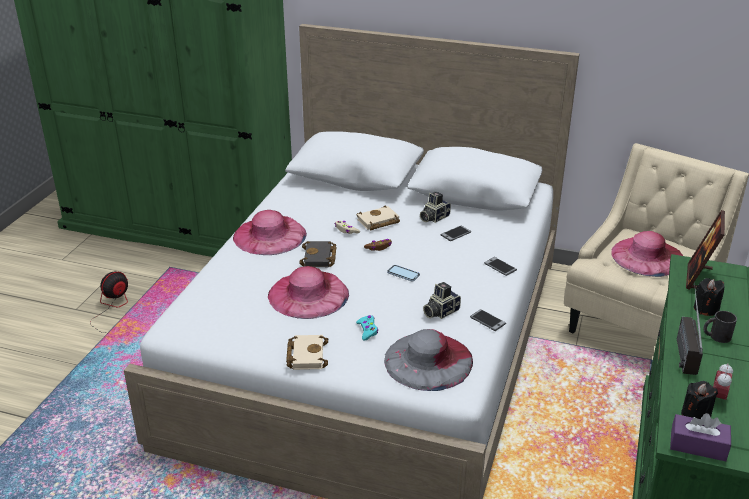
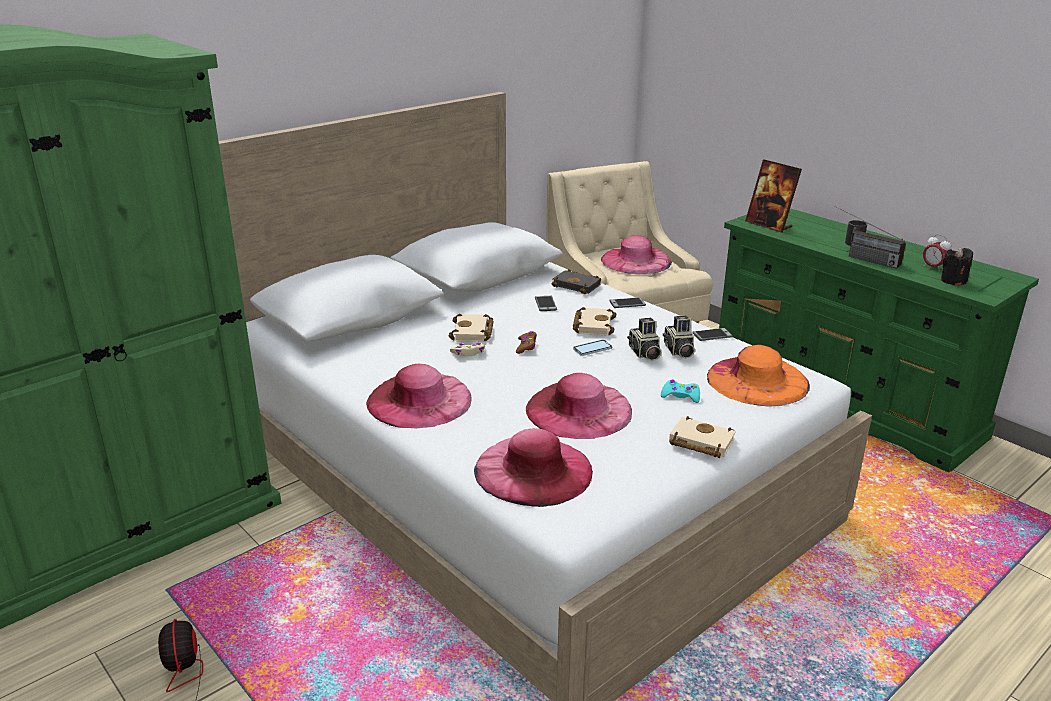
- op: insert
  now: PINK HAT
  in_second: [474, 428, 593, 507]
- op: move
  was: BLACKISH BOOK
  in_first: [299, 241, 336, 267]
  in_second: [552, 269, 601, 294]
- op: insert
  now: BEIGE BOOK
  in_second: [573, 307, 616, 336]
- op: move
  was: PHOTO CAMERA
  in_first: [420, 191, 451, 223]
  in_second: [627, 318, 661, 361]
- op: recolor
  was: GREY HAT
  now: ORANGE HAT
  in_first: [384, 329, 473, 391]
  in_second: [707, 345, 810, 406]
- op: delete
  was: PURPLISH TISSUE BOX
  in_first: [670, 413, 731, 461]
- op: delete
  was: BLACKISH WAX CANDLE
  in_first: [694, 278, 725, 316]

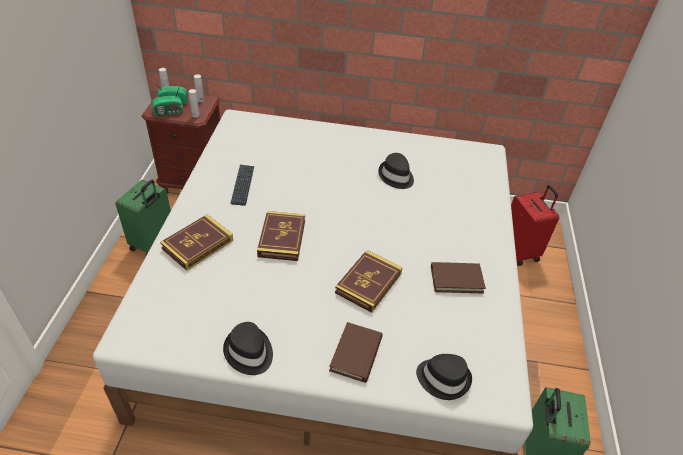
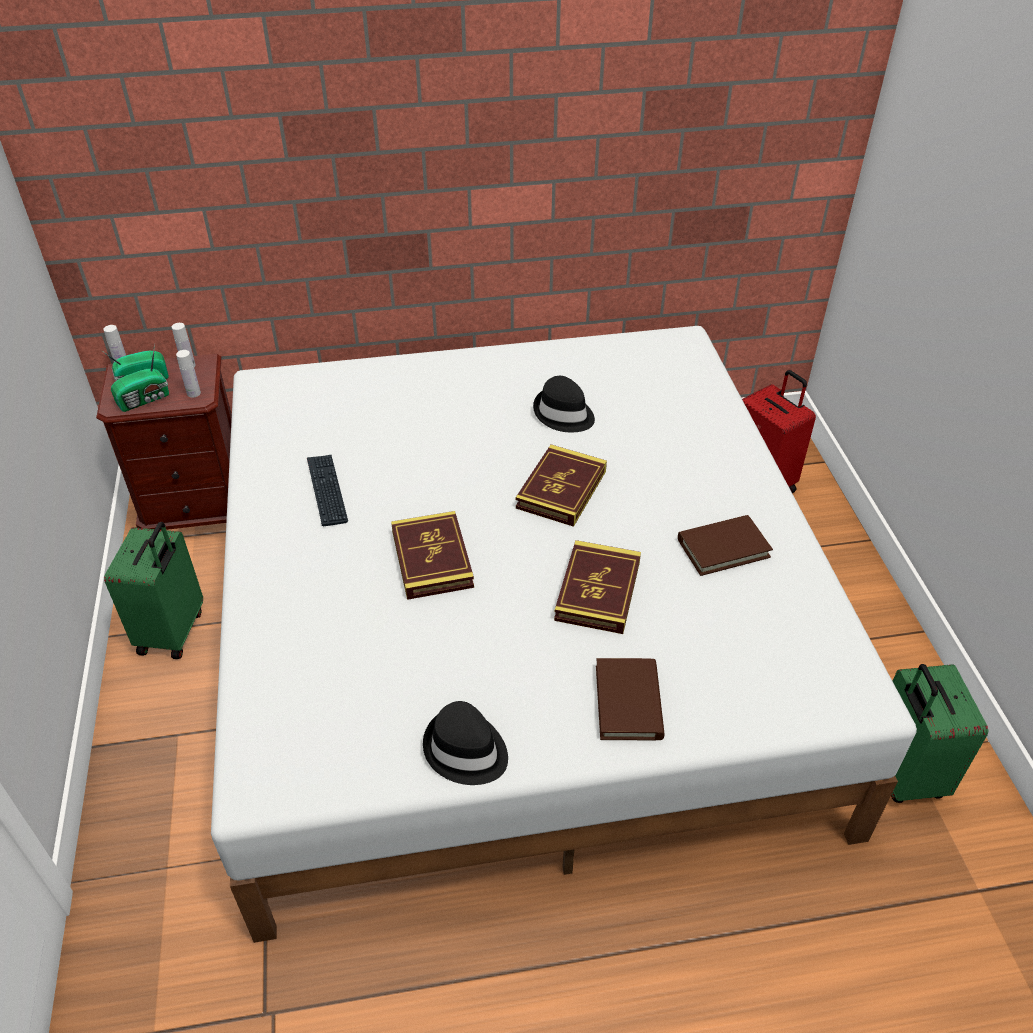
- op: move
  was: BOOK
  in_first: [160, 214, 233, 271]
  in_second: [516, 445, 607, 527]
- op: delete
  was: BLACKISH HAT
  in_first: [416, 354, 472, 400]

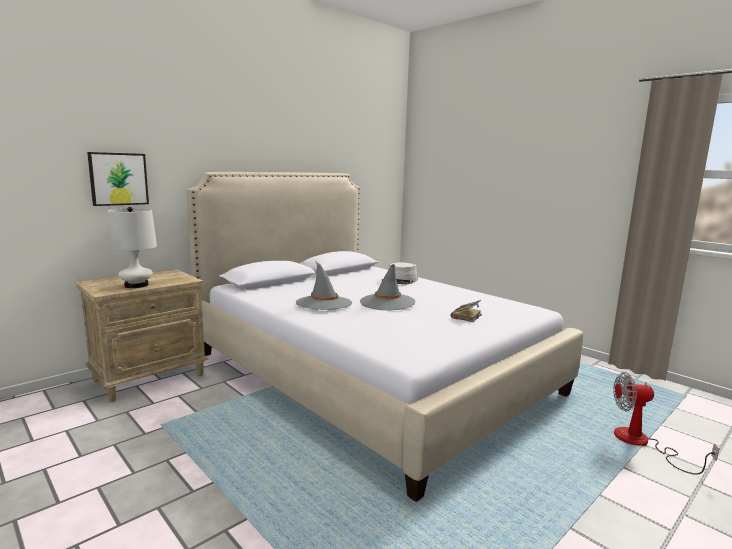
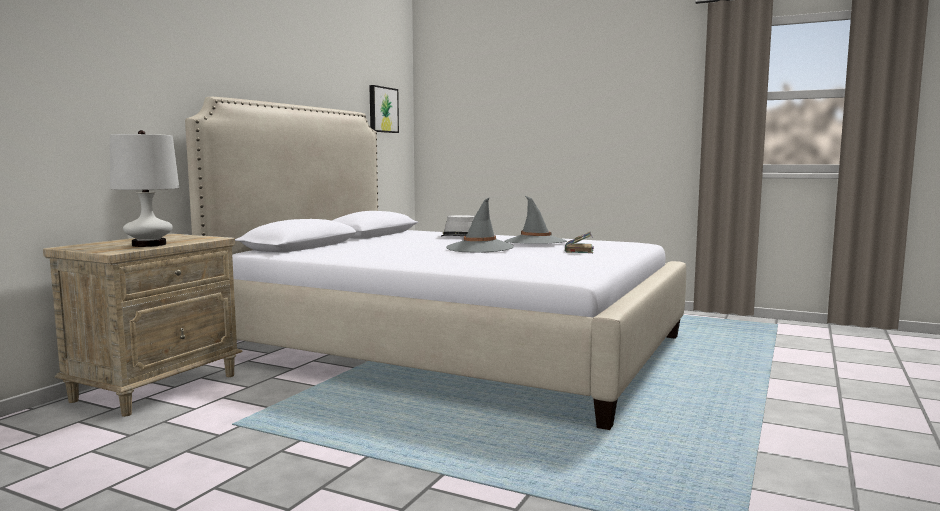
- op: move
  was: WALL ART
  in_first: [87, 152, 149, 206]
  in_second: [369, 85, 399, 133]
- op: move
  was: GREY HAT
  in_first: [296, 261, 352, 310]
  in_second: [505, 195, 567, 244]
- op: delete
  was: COOLING FAN
  in_first: [613, 372, 719, 475]

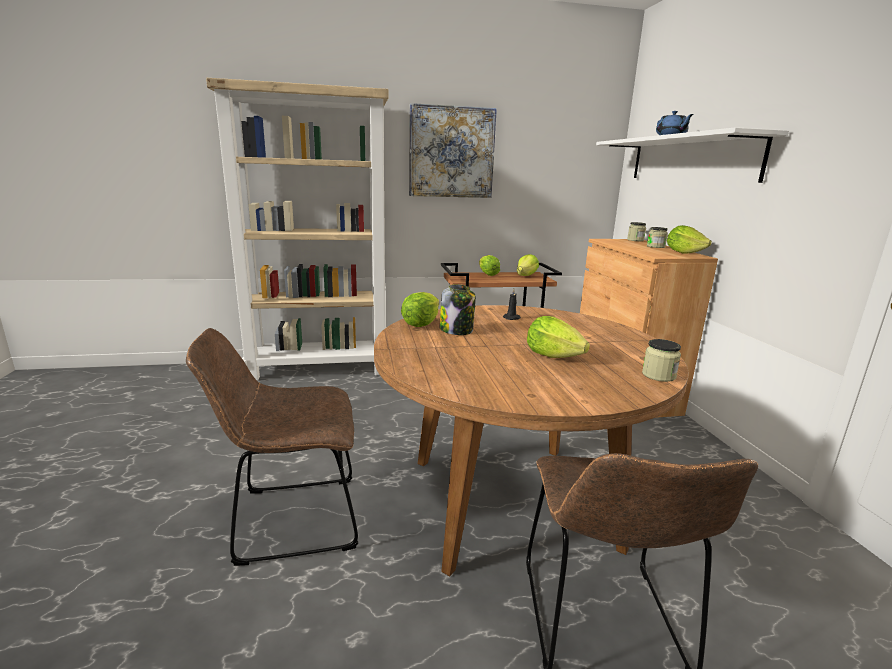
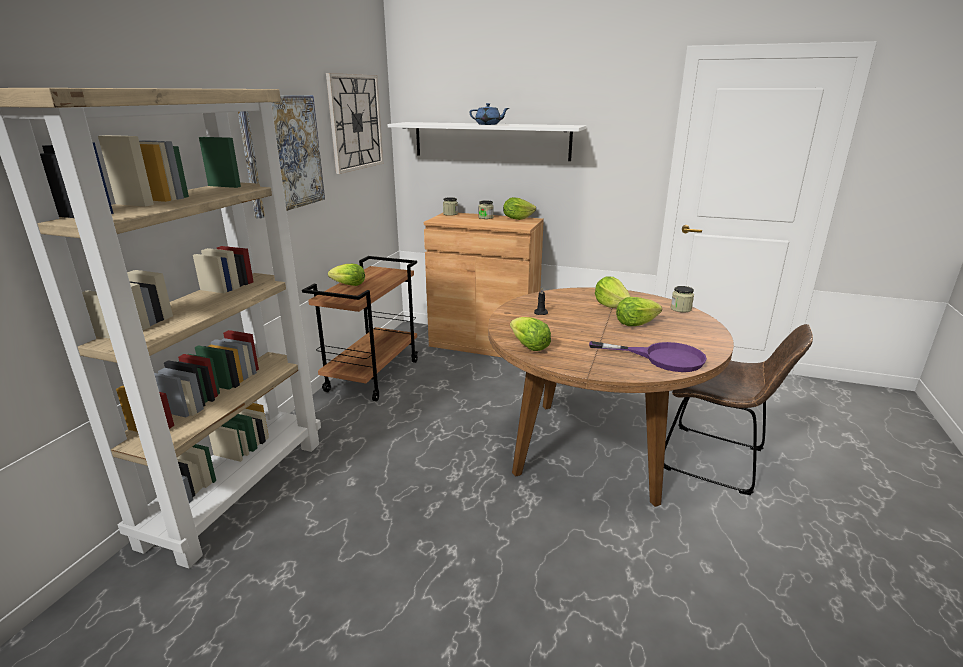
- op: insert
  now: CLOCK ON THE WALL
  in_second: [326, 73, 383, 174]
- op: insert
  now: PURPLISH SKILLET
  in_second: [589, 341, 707, 372]
- op: move
  was: HEAD OF LETTUCE
  in_first: [517, 254, 539, 276]
  in_second: [595, 277, 631, 308]
- op: delete
  was: BROWN-COLOURED PLAIN CHAIR
  in_first: [186, 328, 358, 566]
- op: delete
  was: STORAGE JAR
  in_first: [439, 284, 476, 335]

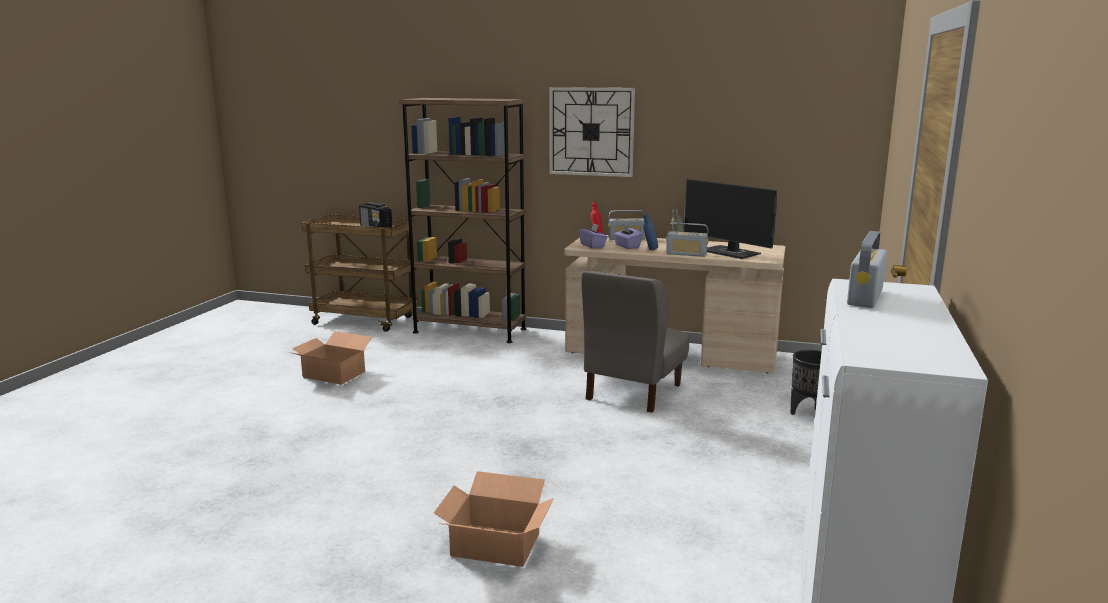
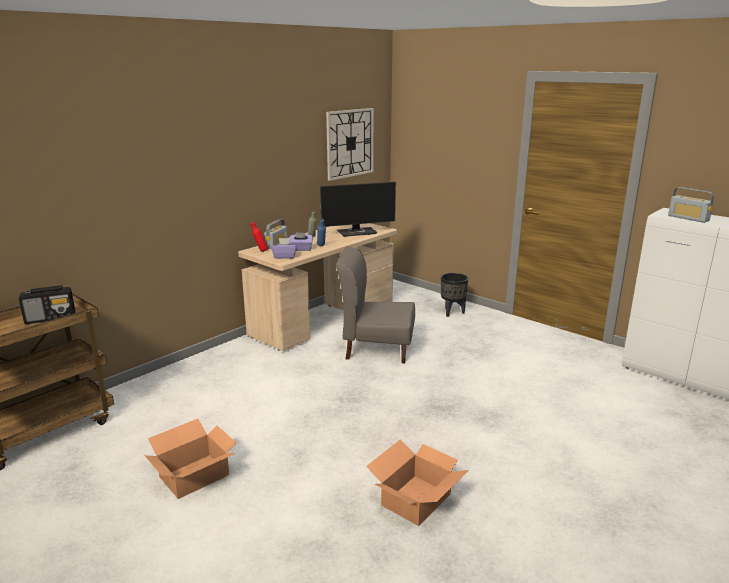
- op: move
  was: CLOCK ON THE WALL
  in_first: [549, 87, 635, 177]
  in_second: [326, 108, 374, 181]
- op: rotate
  was: GREY PLAIN CHAIR
  in_first: [581, 270, 689, 413]
  in_second: [336, 246, 415, 363]
  clockwise: 135
- op: move
  was: CARDBOARD BOX
  in_first: [434, 471, 554, 567]
  in_second: [366, 439, 469, 526]
- op: delete
  was: BROWN-COLOURED SHELVING UNIT
  in_first: [399, 98, 526, 343]
- op: delete
  was: RADIO
  in_first: [666, 223, 708, 257]

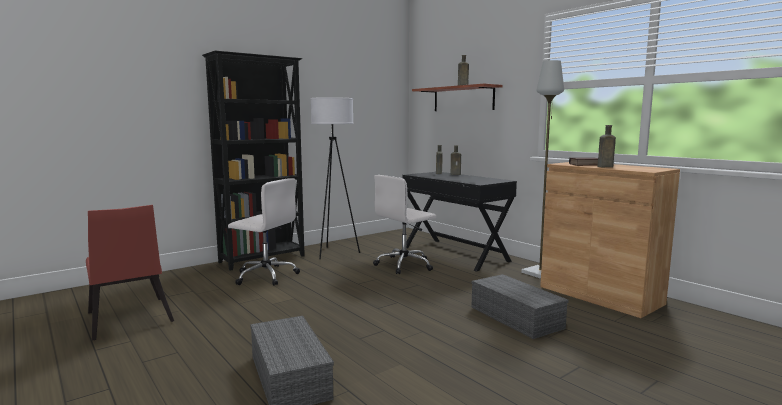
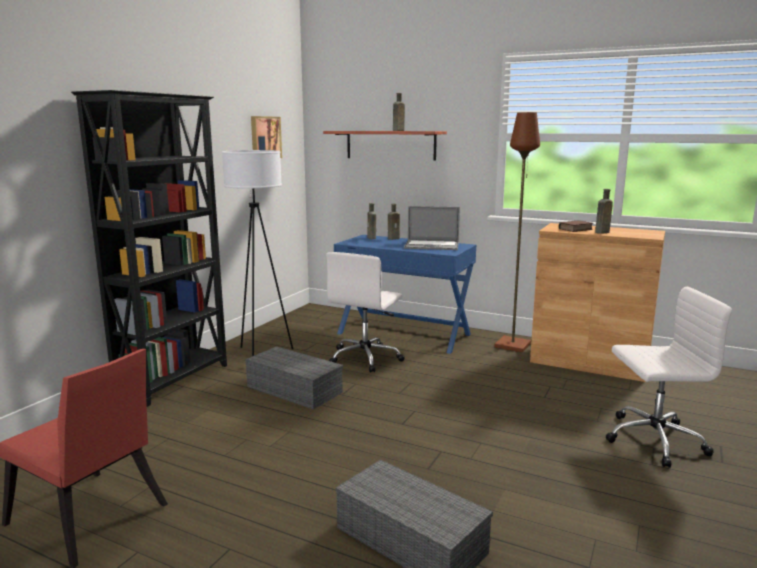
- op: move
  was: GREY STORAGE BOX
  in_first: [472, 274, 569, 339]
  in_second: [245, 346, 343, 410]
- op: insert
  now: WALL ART
  in_second: [251, 116, 282, 158]
- op: recolor
  was: BLACKISH DESK
  now: BLUE DESK
  in_first: [403, 172, 517, 272]
  in_second: [334, 235, 476, 354]
- op: insert
  now: LAPTOP
  in_second: [404, 206, 460, 250]
- op: recolor
  was: GREY STANDARD LAMP
  now: BROWN-COLOURED STANDARD LAMP
  in_first: [521, 60, 564, 279]
  in_second: [494, 112, 540, 352]
- op: move
  was: WHITE-COLOURED COMPUTER CHAIR
  in_first: [228, 178, 300, 286]
  in_second: [606, 287, 732, 468]

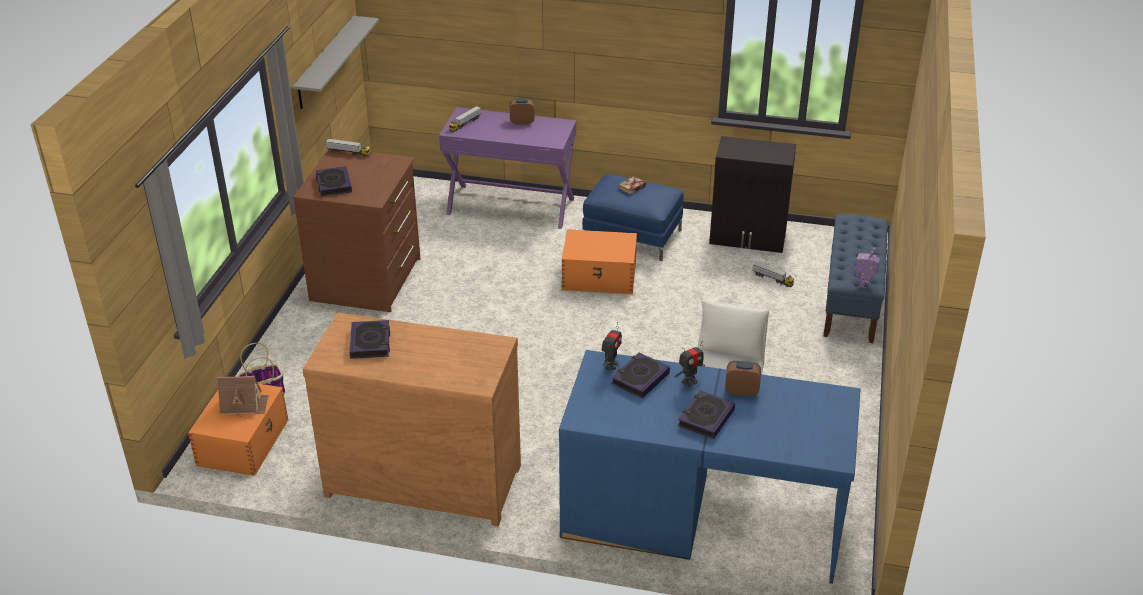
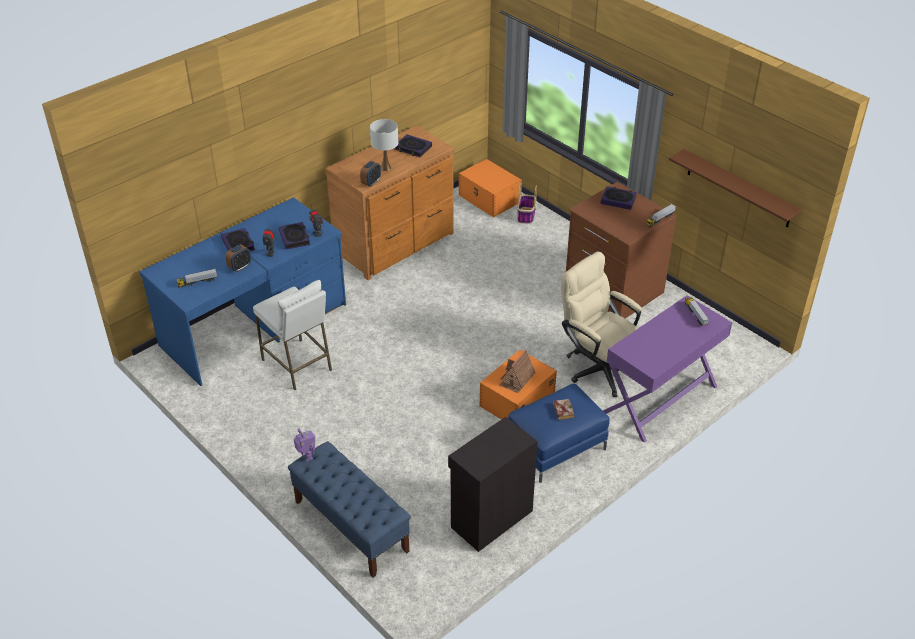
- op: move
  was: TOY LORRY
  in_first: [752, 262, 794, 287]
  in_second: [177, 269, 217, 288]
- op: move
  was: TABLE CLOCK
  in_first: [510, 99, 534, 125]
  in_second: [360, 161, 381, 187]
- op: insert
  now: WHITE-COLOURED TABLETOP LAMP
  in_second: [370, 119, 399, 171]
- op: move
  was: MINIATURE HOUSE
  in_first: [217, 376, 269, 415]
  in_second: [500, 349, 536, 393]
- op: insert
  now: BEIGE COMPUTER CHAIR
  in_second: [561, 251, 642, 397]
- op: recolor
  was: GREY WALL SHELF
  now: BROWN-COLOURED WALL SHELF
  in_first: [292, 16, 379, 109]
  in_second: [669, 149, 802, 227]

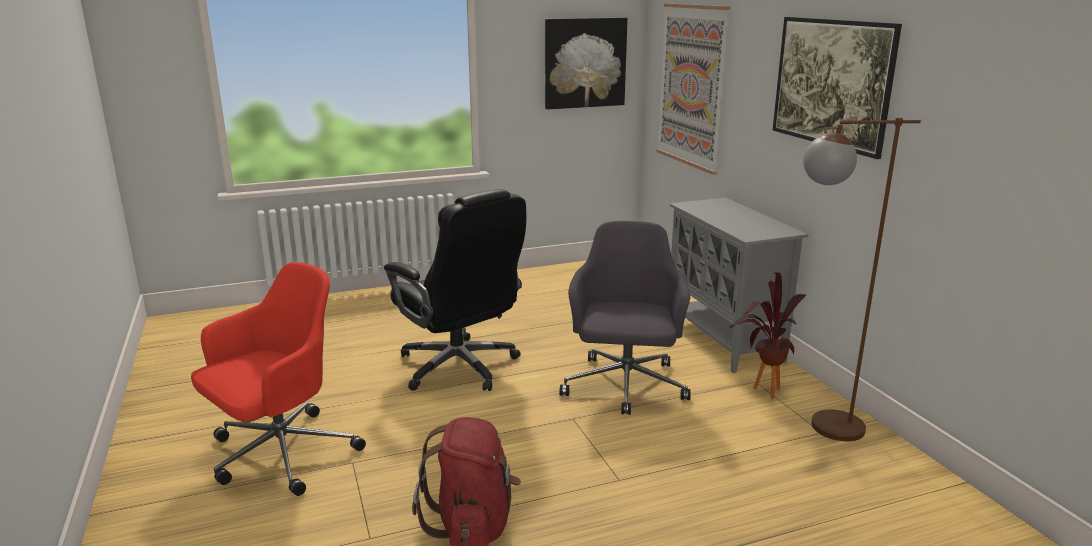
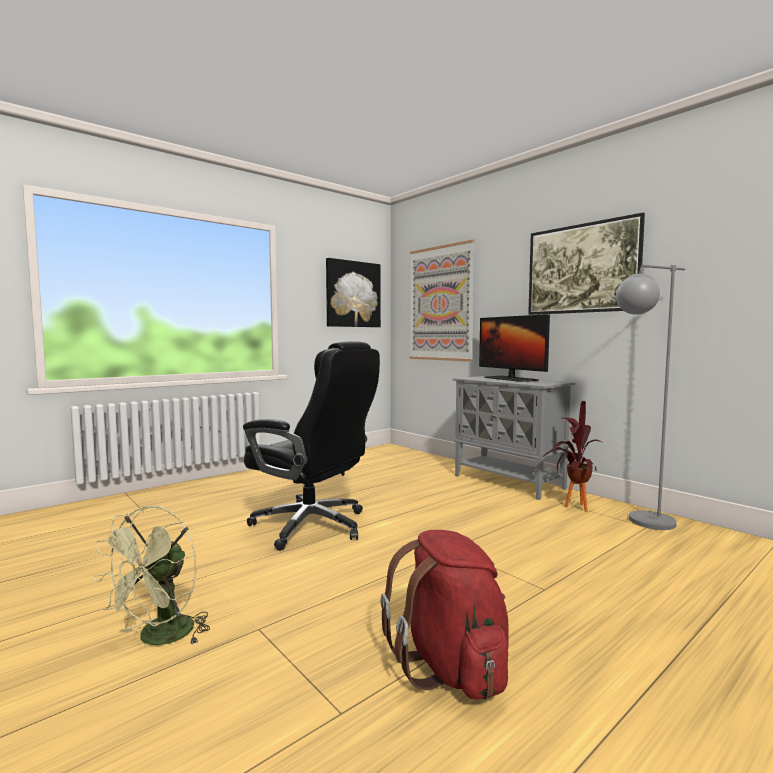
- op: replace
  was: RED COMPUTER CHAIR
  now: GREENISH COOLING FAN
  in_first: [191, 262, 366, 496]
  in_second: [93, 505, 210, 645]
- op: insert
  now: MONITOR
  in_second: [479, 314, 550, 382]
- op: recolor
  was: BROWN-COLOURED STANDARD LAMP
  now: GREY STANDARD LAMP
  in_first: [803, 117, 921, 441]
  in_second: [616, 264, 685, 530]
- op: delete
  was: GREY COMPUTER CHAIR
  in_first: [560, 221, 691, 415]

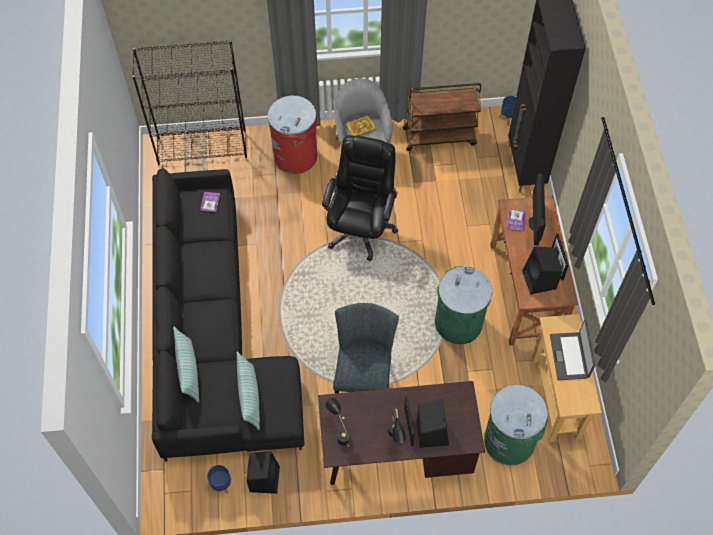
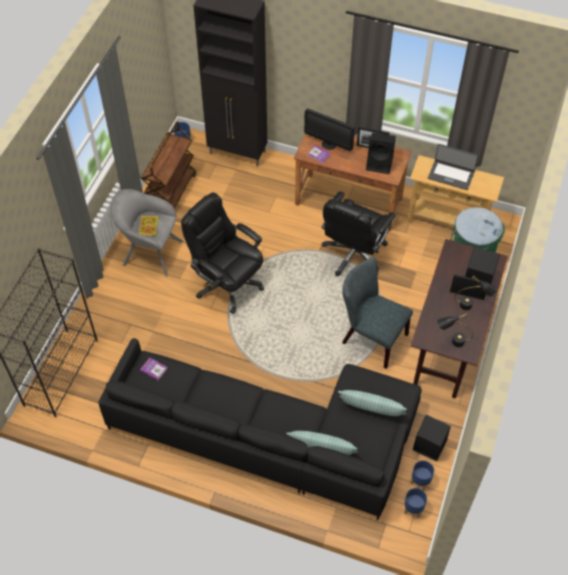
- op: replace
  was: GREENISH RUBBISH BIN
  now: BLACKISH COMPUTER CHAIR
  in_first: [435, 266, 492, 344]
  in_second: [322, 191, 395, 276]
- op: insert
  now: BLUE FLOWER POT
  in_second: [404, 488, 427, 518]
- op: delete
  was: RED RUBBISH BIN
  in_first: [268, 95, 318, 174]

